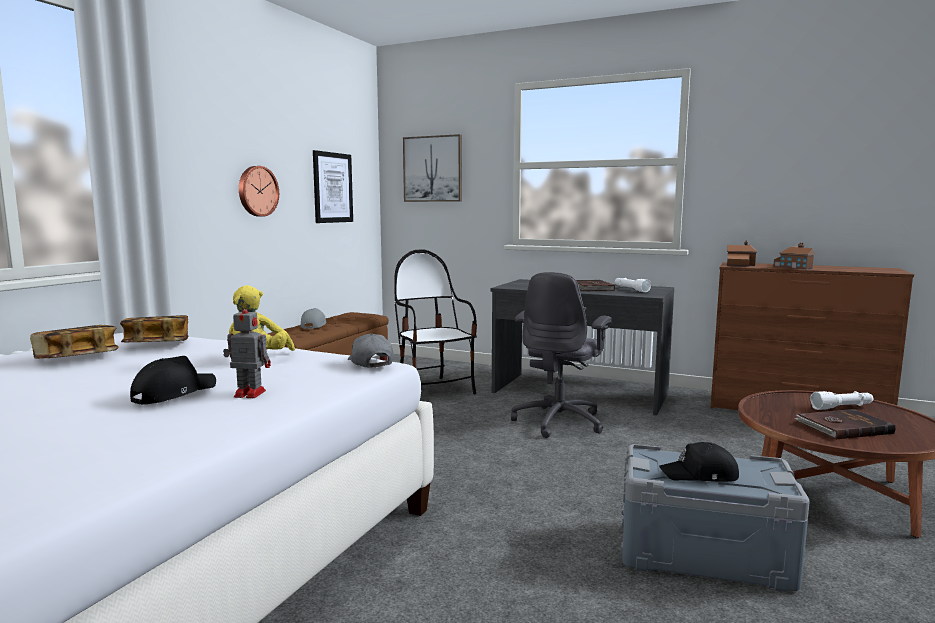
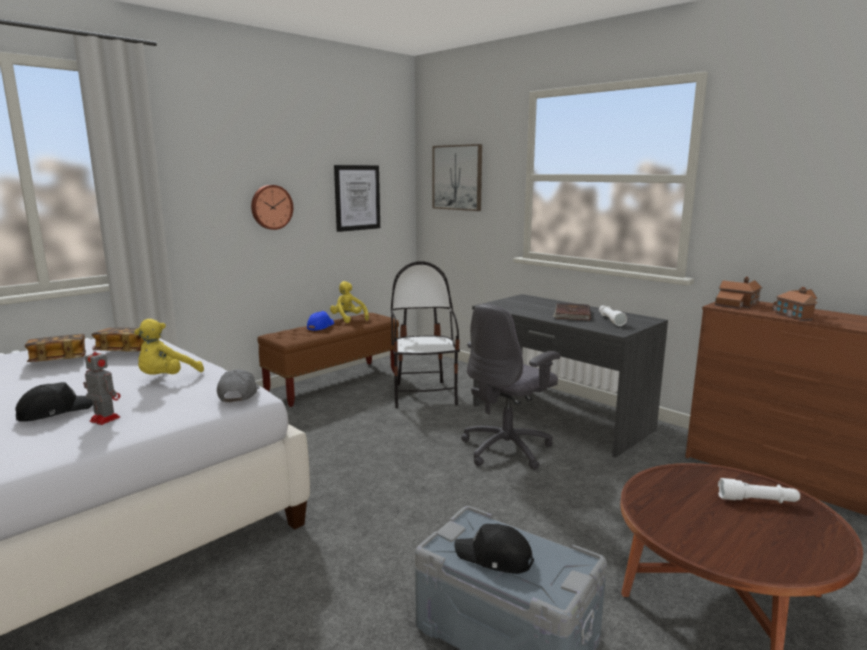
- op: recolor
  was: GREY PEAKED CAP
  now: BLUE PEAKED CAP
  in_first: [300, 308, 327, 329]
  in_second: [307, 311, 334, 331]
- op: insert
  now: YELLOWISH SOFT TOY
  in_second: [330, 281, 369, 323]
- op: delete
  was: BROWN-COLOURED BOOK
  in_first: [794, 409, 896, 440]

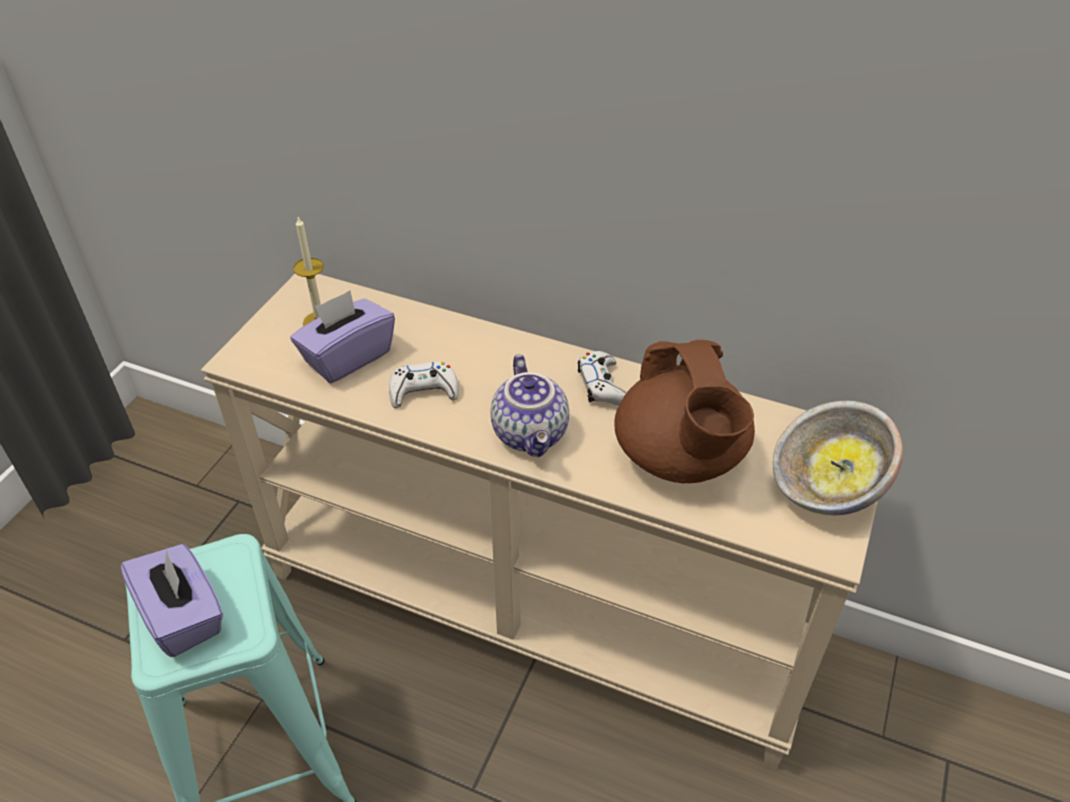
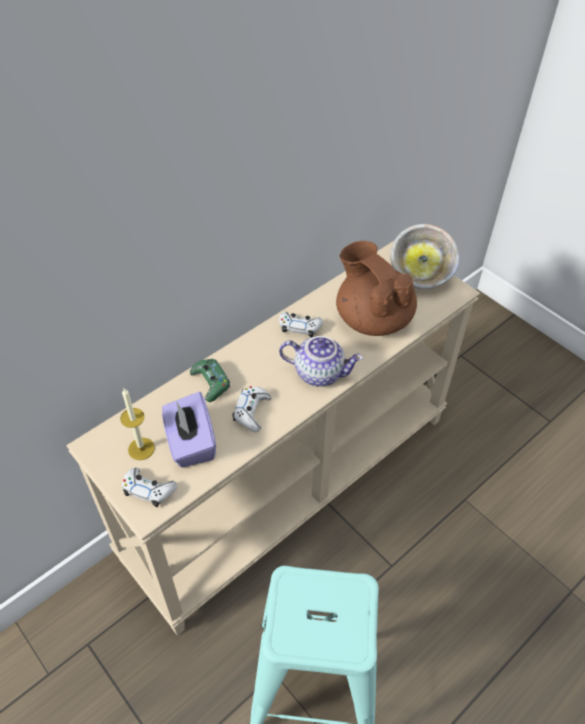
- op: insert
  now: WHITE-COLOURED GAMEPAD
  in_second: [122, 468, 177, 507]
- op: insert
  now: GREENISH GAMEPAD
  in_second: [190, 359, 230, 402]
- op: rotate
  was: BROWN-COLOURED TEAPOT
  in_first: [614, 340, 755, 483]
  in_second: [336, 241, 417, 336]
  clockwise: -135
- op: delete
  was: PURPLISH TISSUE BOX
  in_first: [120, 544, 223, 657]

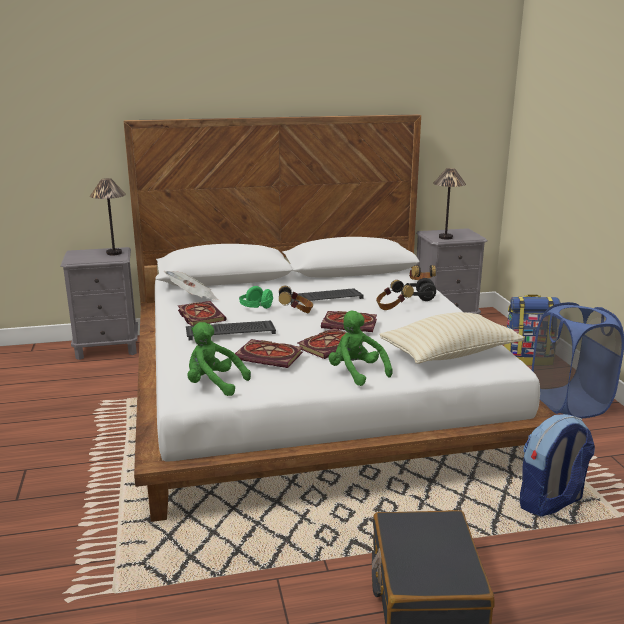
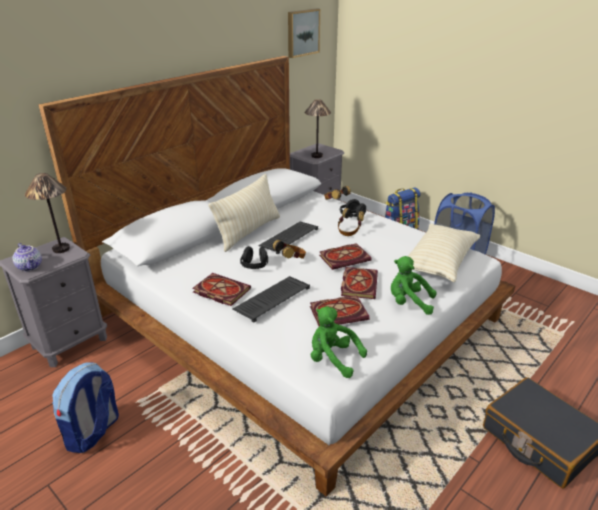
- op: insert
  now: TEAPOT
  in_second: [13, 243, 42, 271]
- op: move
  was: KNAPSACK
  in_first: [520, 414, 595, 517]
  in_second: [53, 362, 119, 453]
- op: insert
  now: BEIGE PILLOW
  in_second: [208, 174, 280, 252]
- op: recolor
  was: GREENISH HEADPHONES
  now: BLACKISH HEADPHONES
  in_first: [239, 286, 273, 309]
  in_second: [240, 246, 268, 269]
- op: insert
  now: WALL ART
  in_second: [288, 8, 320, 58]
- op: rotate
  was: GREENISH SOFT TOY
  in_first: [187, 322, 251, 396]
  in_second: [311, 306, 367, 378]
  clockwise: 45
- op: delete
  was: PRINTED PAPER
  in_first: [164, 271, 218, 300]

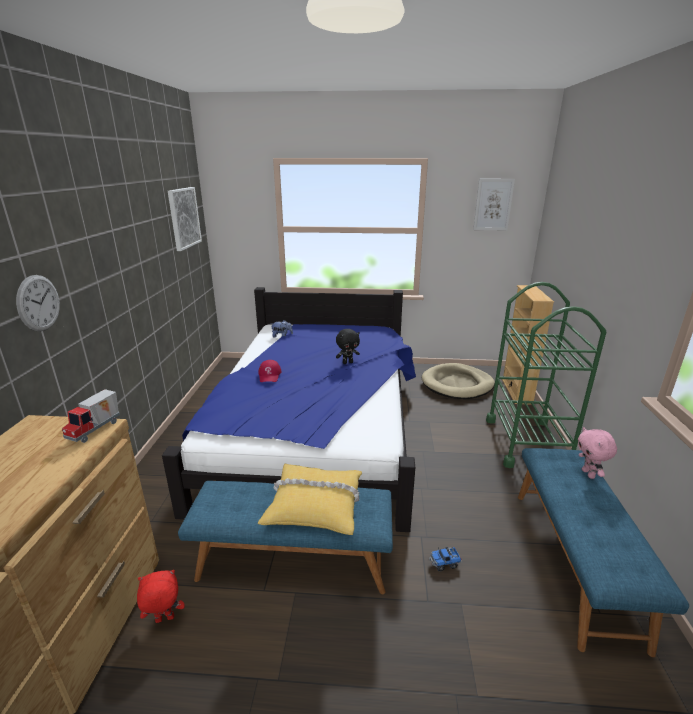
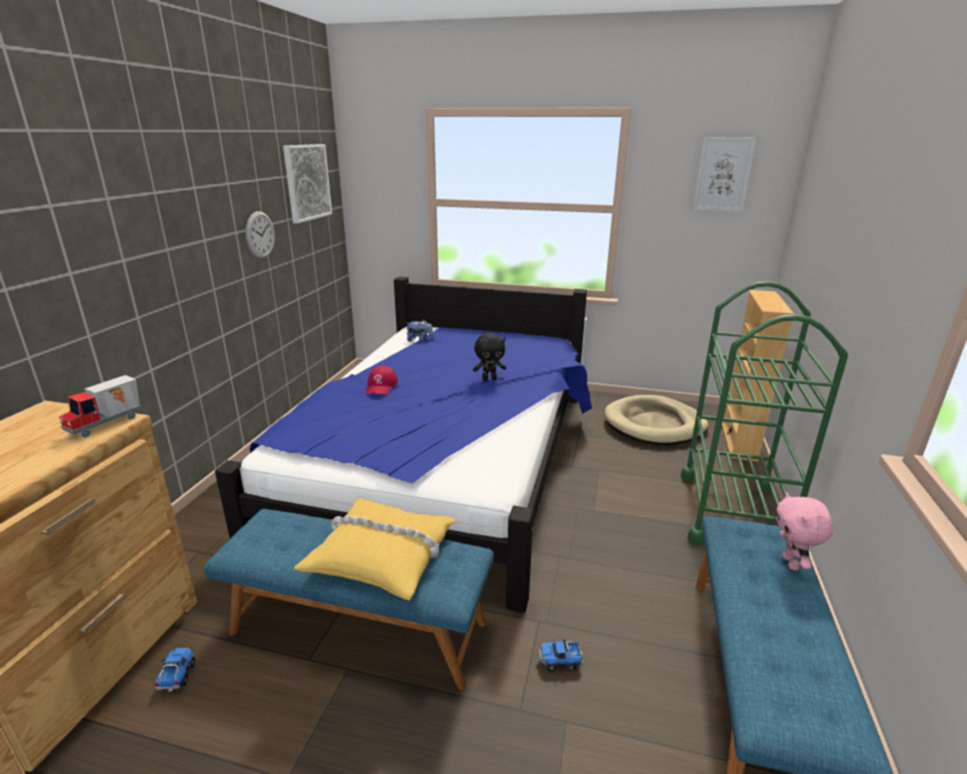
- op: replace
  was: RED SOFT TOY
  now: TOY LORRY
  in_first: [137, 570, 185, 623]
  in_second: [154, 647, 195, 691]
- op: move
  was: CLOCK ON THE WALL
  in_first: [16, 275, 60, 331]
  in_second: [246, 211, 275, 259]

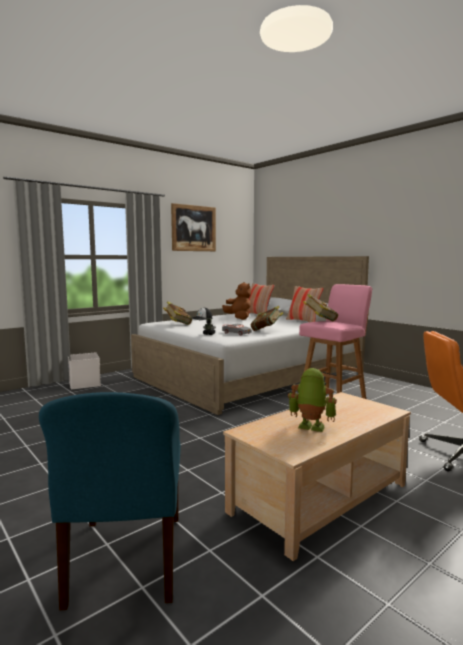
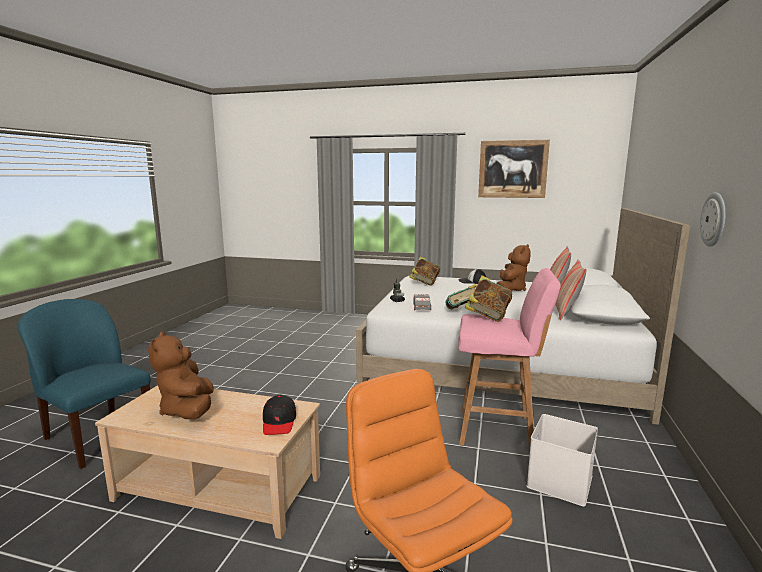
- op: rotate
  was: BLUE PLAIN CHAIR
  in_first: [39, 392, 181, 610]
  in_second: [18, 299, 151, 469]
  clockwise: 75
- op: replace
  was: TOY ROBOT
  now: BROWN-COLOURED SOFT TOY
  in_first: [288, 368, 337, 432]
  in_second: [148, 331, 214, 419]
- op: insert
  now: BLACKISH PEAKED CAP
  in_second: [263, 395, 296, 435]
- op: move
  was: WHITE-COLOURED STORAGE BOX
  in_first: [68, 353, 101, 389]
  in_second: [527, 414, 598, 507]
- op: insert
  now: CLOCK ON THE WALL
  in_second: [700, 192, 726, 247]

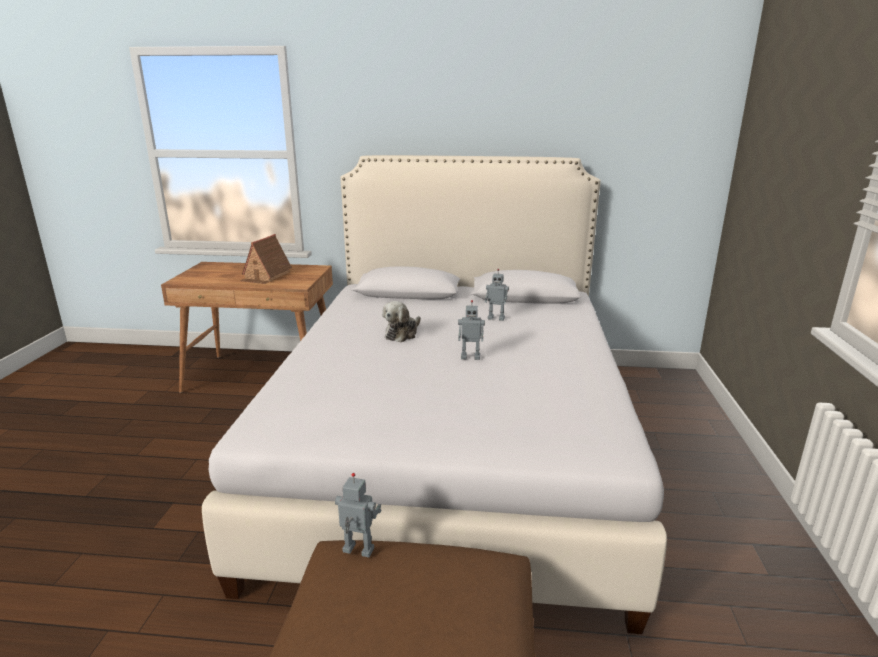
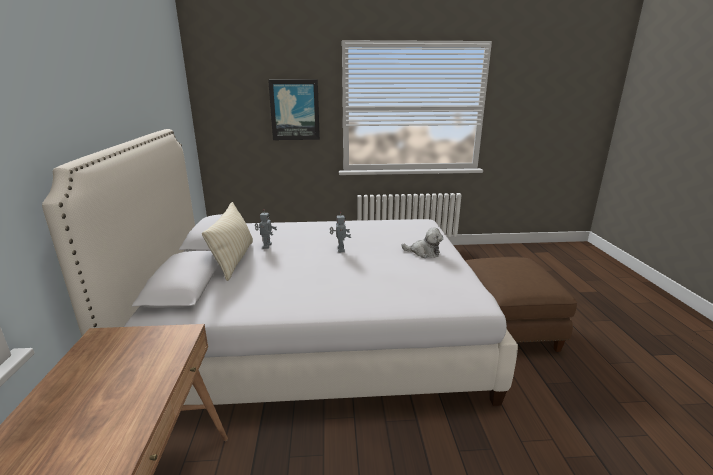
- op: insert
  now: BEIGE PILLOW
  in_second: [202, 202, 253, 281]
- op: insert
  now: WALL ART
  in_second: [268, 80, 320, 140]
- op: move
  was: SOFT TOY
  in_first: [382, 301, 421, 343]
  in_second: [401, 227, 443, 258]
- op: delete
  was: MINIATURE HOUSE
  in_first: [240, 234, 292, 284]
- op: delete
  was: TOY ROBOT
  in_first: [335, 473, 381, 557]

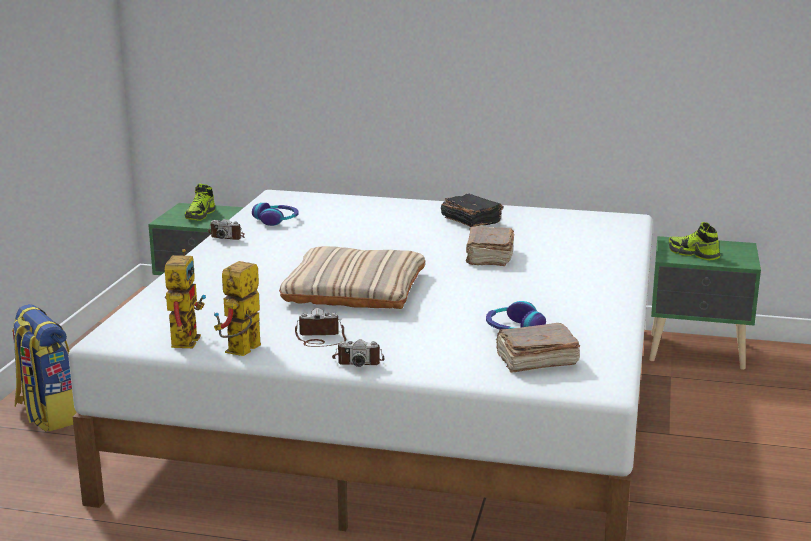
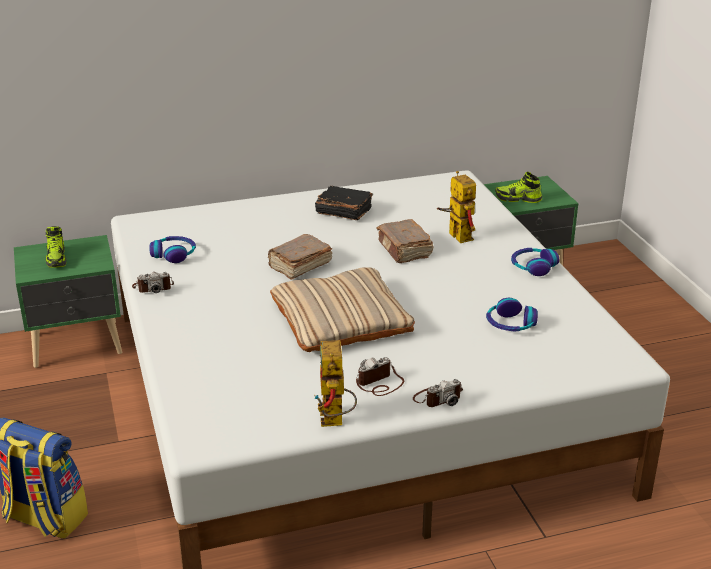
- op: move
  was: BROWN-COLOURED BOOK
  in_first: [495, 323, 580, 373]
  in_second: [267, 234, 332, 280]
- op: move
  was: TOY ROBOT
  in_first: [165, 249, 206, 348]
  in_second: [437, 171, 476, 243]
- op: insert
  now: HEADPHONES
  in_second: [511, 248, 559, 276]

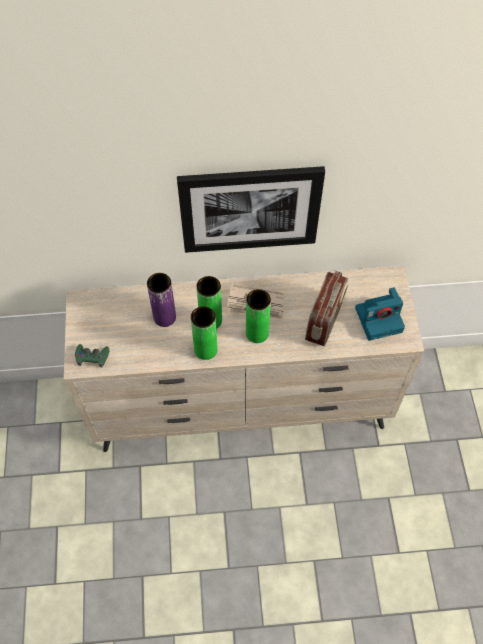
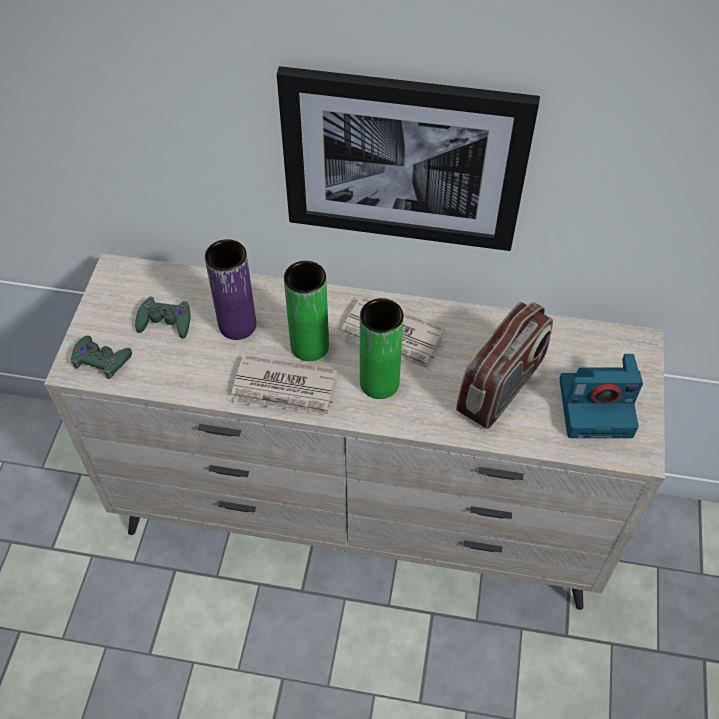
- op: insert
  now: GREENISH GAMEPAD
  in_second: [135, 297, 190, 339]
- op: replace
  was: GREENISH DECORATIVE VASE
  now: PRINTED PAPER
  in_first: [191, 306, 217, 360]
  in_second: [231, 355, 337, 416]

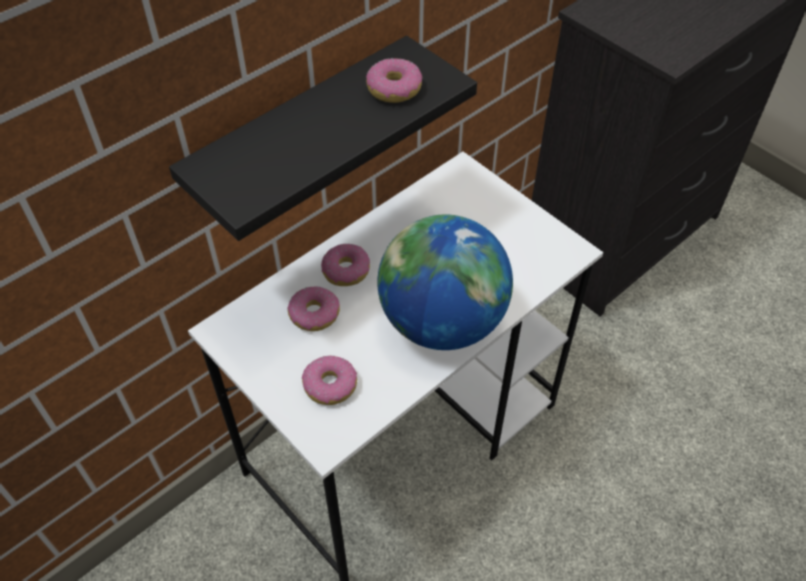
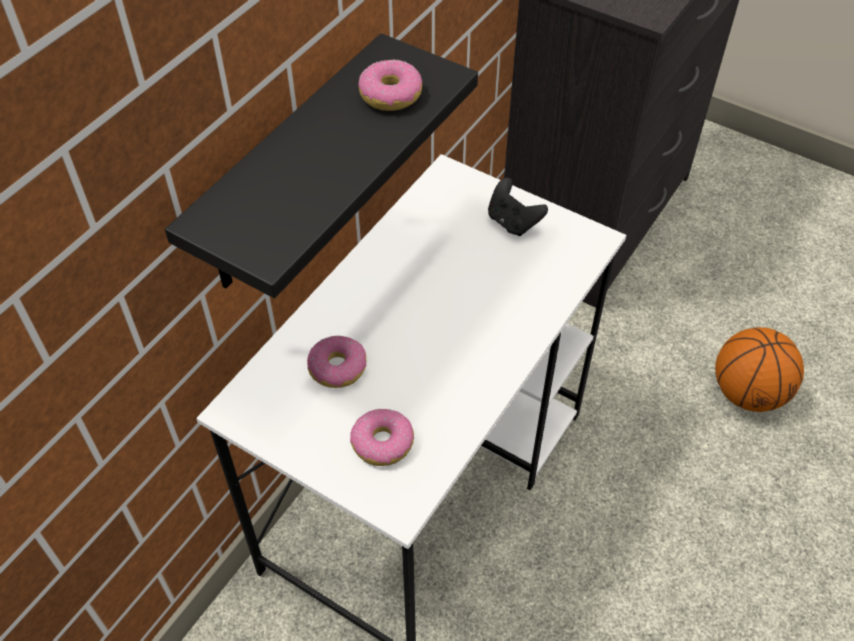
- op: insert
  now: BLACKISH GAMEPAD
  in_second: [488, 178, 548, 236]
- op: insert
  now: BASKETBALL BALL
  in_second: [715, 327, 804, 412]
- op: delete
  was: DONUT
  in_first: [321, 244, 370, 286]
- op: delete
  was: WORLD GLOBE
  in_first: [377, 214, 513, 350]

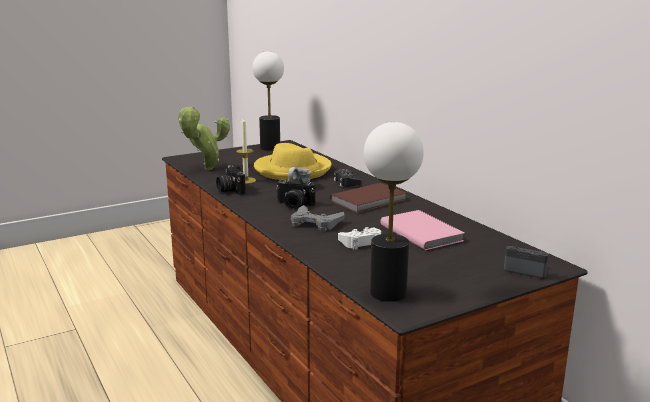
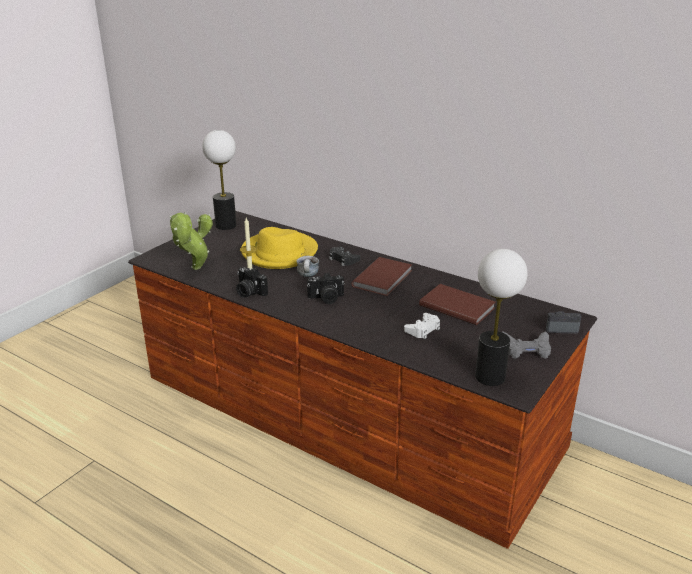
- op: recolor
  was: PINK BOOK
  now: BROWN-COLOURED BOOK
  in_first: [380, 210, 464, 250]
  in_second: [419, 284, 495, 325]
- op: move
  was: GREY GAMEPAD
  in_first: [291, 205, 345, 232]
  in_second: [502, 331, 551, 359]

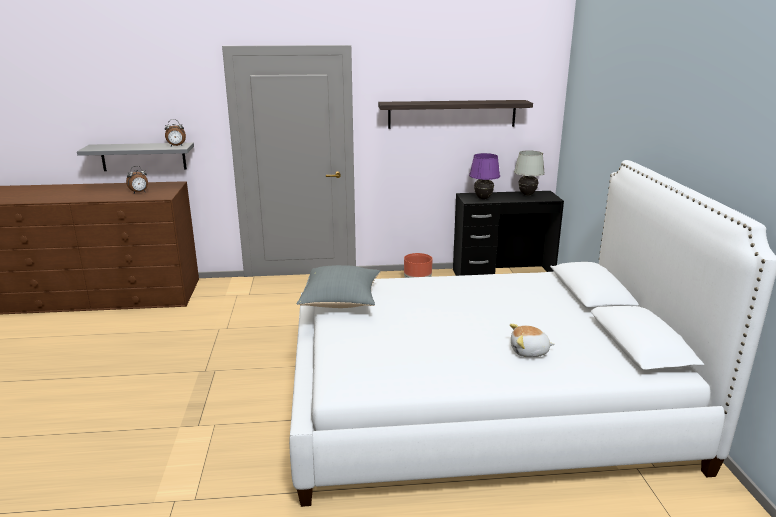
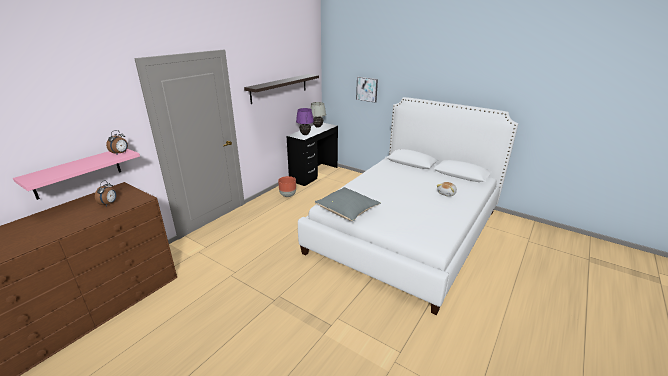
- op: recolor
  was: GREY WALL SHELF
  now: PINK WALL SHELF
  in_first: [77, 143, 194, 171]
  in_second: [13, 149, 140, 200]
- op: insert
  now: WALL ART
  in_second: [356, 77, 378, 103]

